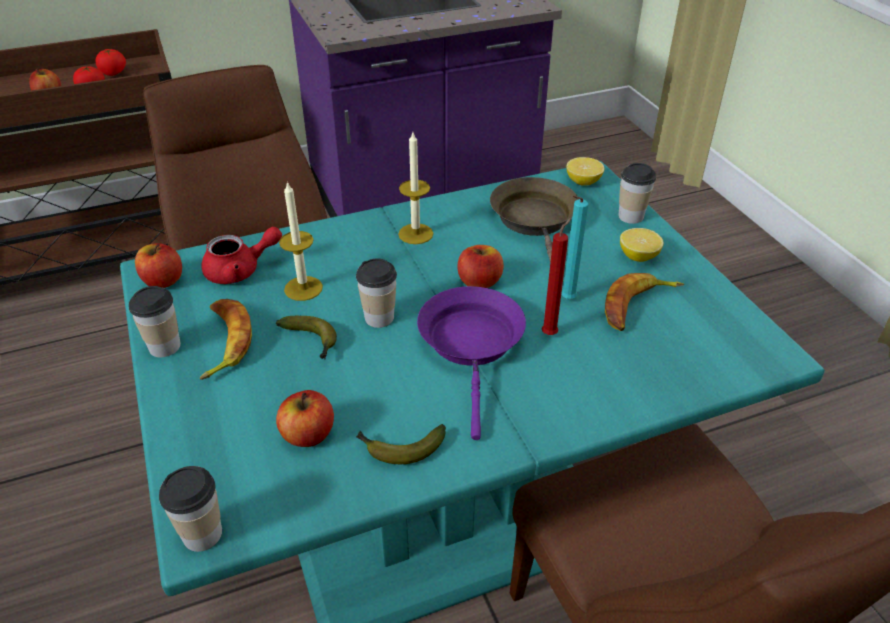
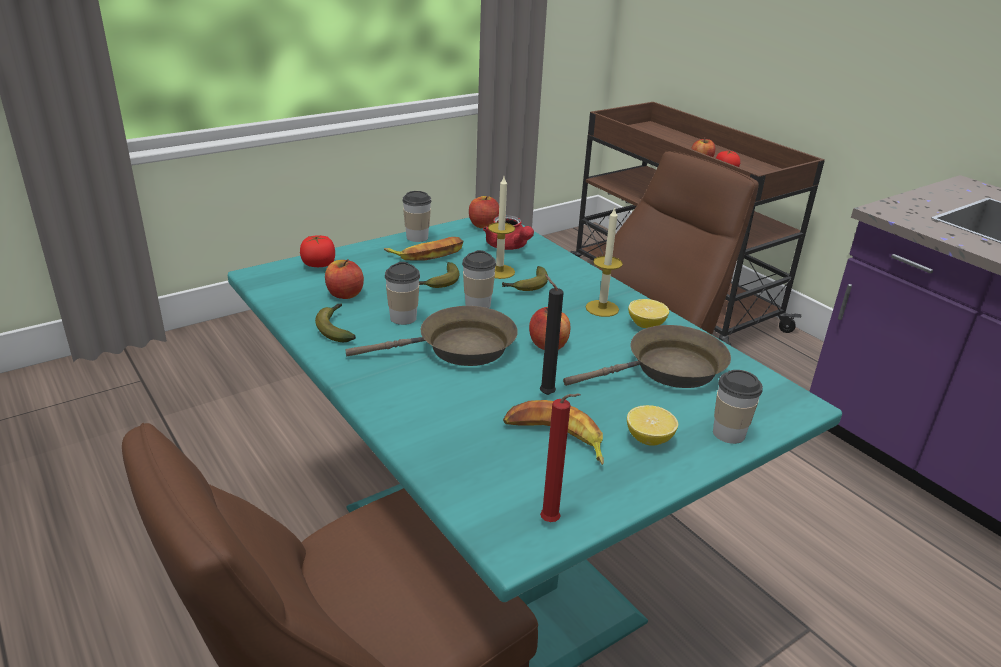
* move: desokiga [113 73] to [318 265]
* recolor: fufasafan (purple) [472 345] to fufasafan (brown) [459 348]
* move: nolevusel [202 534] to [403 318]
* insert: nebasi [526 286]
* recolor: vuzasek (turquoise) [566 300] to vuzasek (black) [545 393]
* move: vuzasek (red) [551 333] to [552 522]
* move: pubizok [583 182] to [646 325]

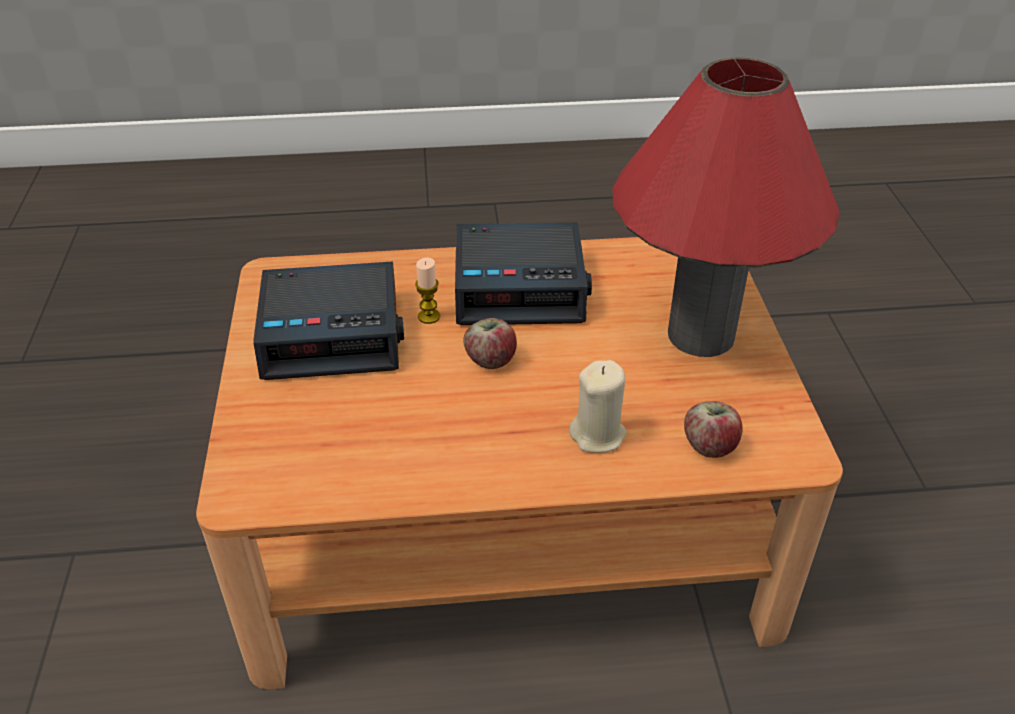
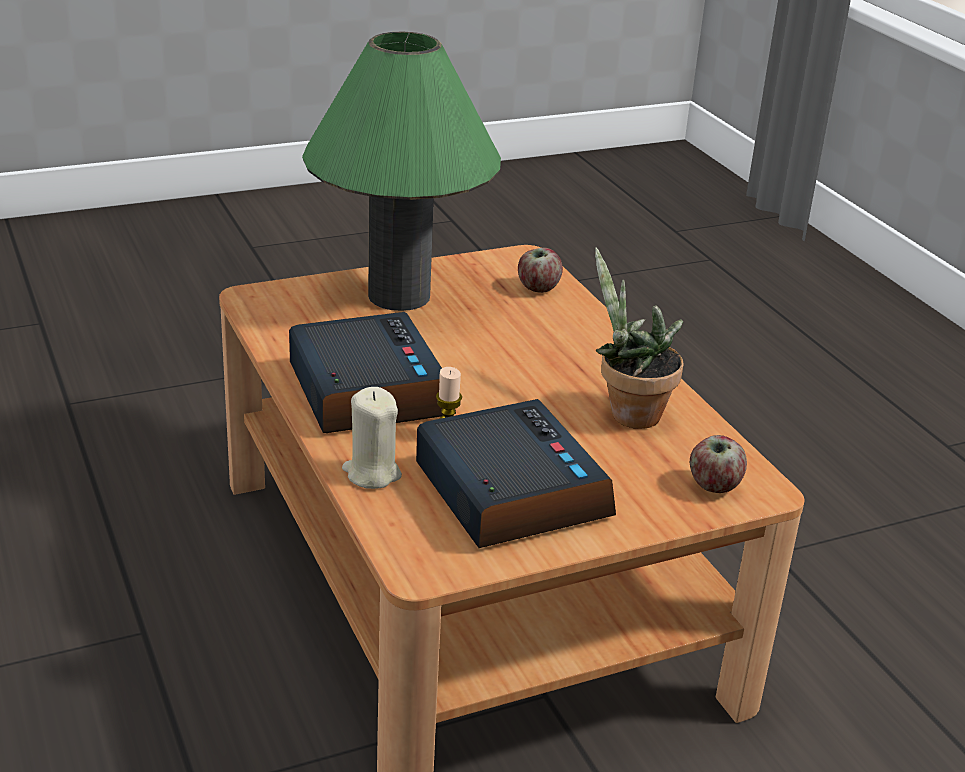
* recolor: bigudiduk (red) [701 335] to bigudiduk (green) [399 296]
* move: vuzasek (beige) [598 435] to [372 473]
* insert: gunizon [628 413]
* move: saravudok [491 360] to [714 486]

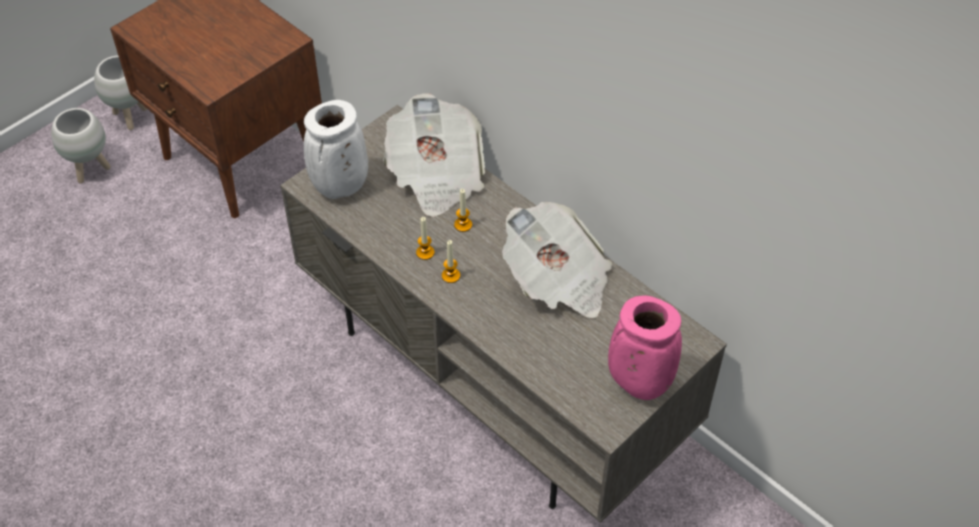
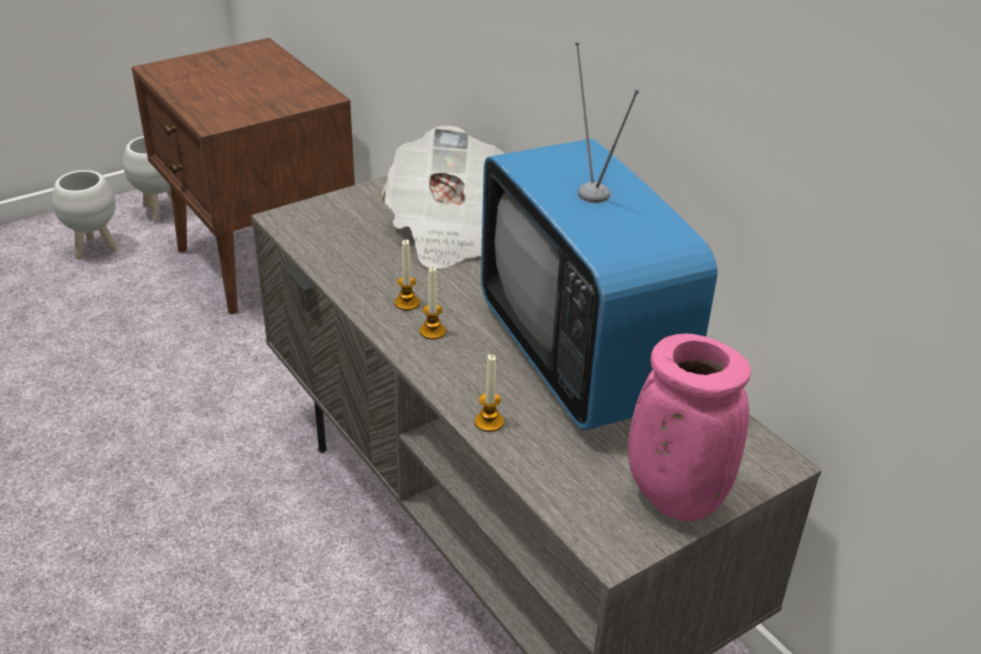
* move: vuzasek [463 225] to [489 422]
* replace: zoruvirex [557 280] to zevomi [580 357]
* delete: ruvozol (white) [340 188]

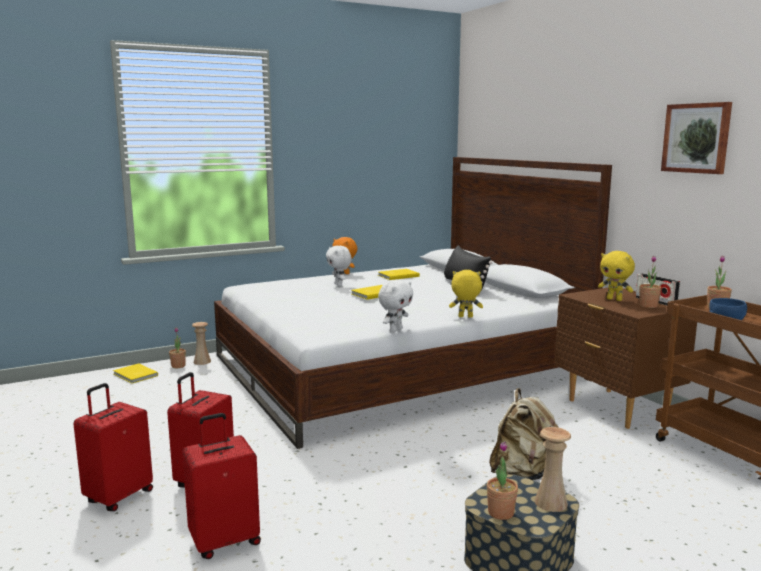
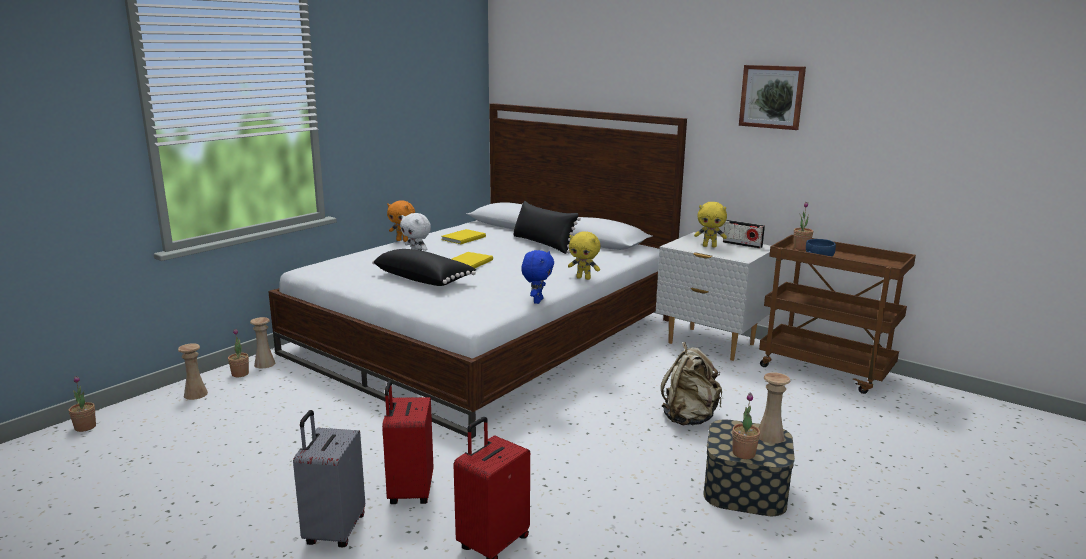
* move: gunizon [648 306] to [85 427]
* replace: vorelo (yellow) [134 375] to ruvozol (beige) [195 394]
* recolor: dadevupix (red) [118 497] to dadevupix (grey) [333 531]
* insert: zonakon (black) [424 279]
* recolor: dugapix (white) [395 330] to dugapix (blue) [537 301]
* rotate: dugapix (yellow) [465 317] = [584 278] 135 degrees counterclockwise
* recolor: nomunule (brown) [616 408] to nomunule (white) [710 344]

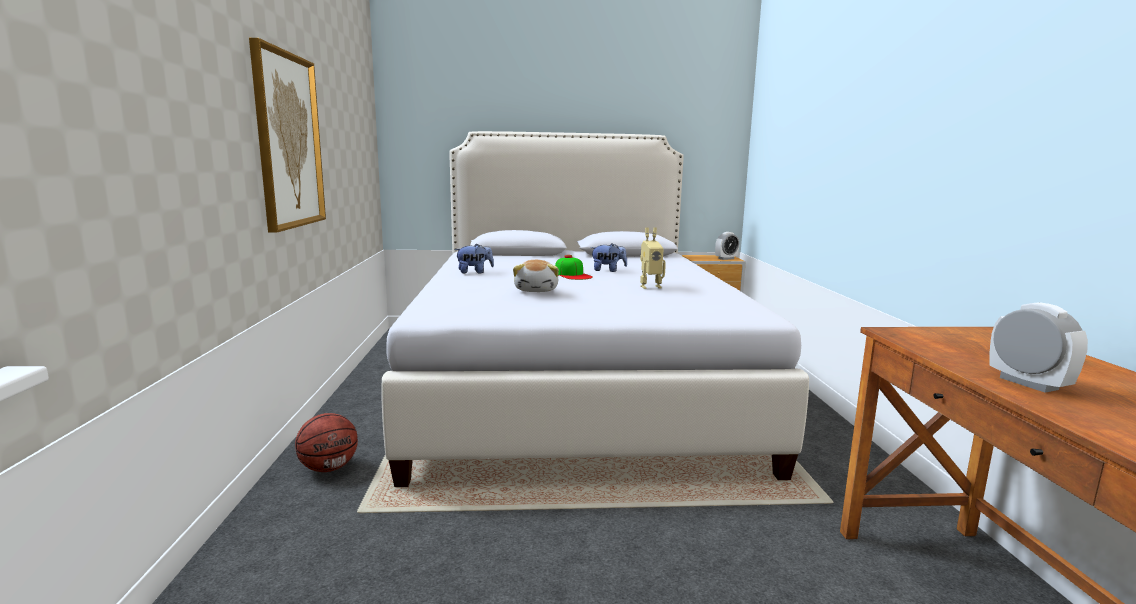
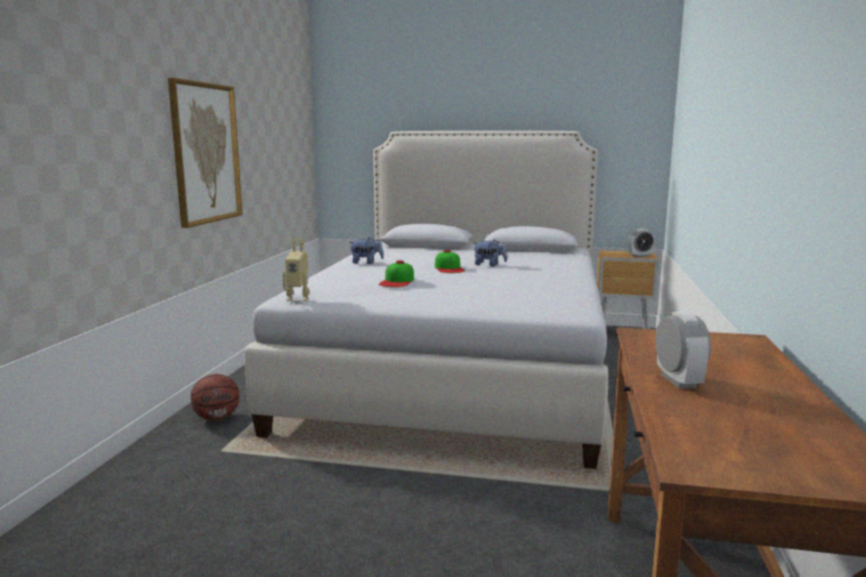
* move: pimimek [649 286] to [299 298]
* replace: dugapix [537 290] to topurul [397 281]

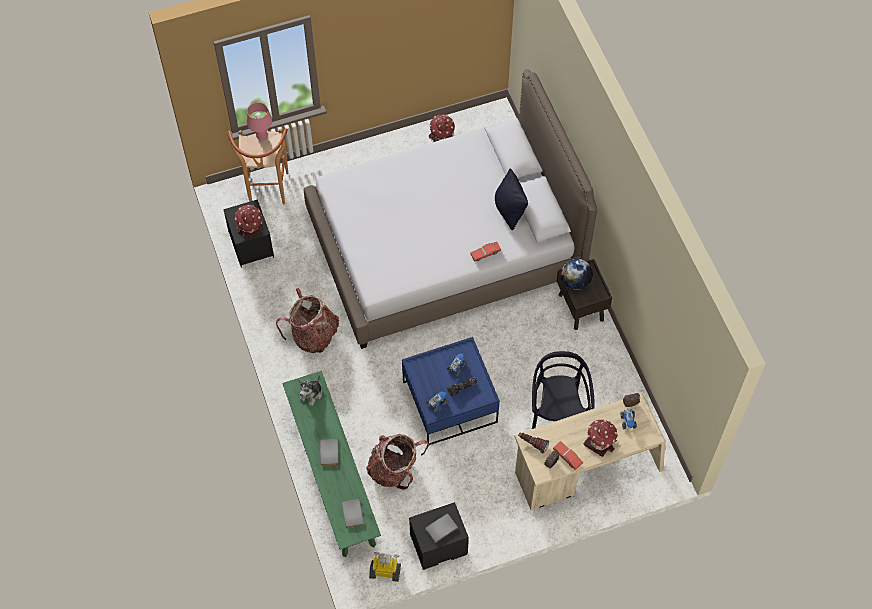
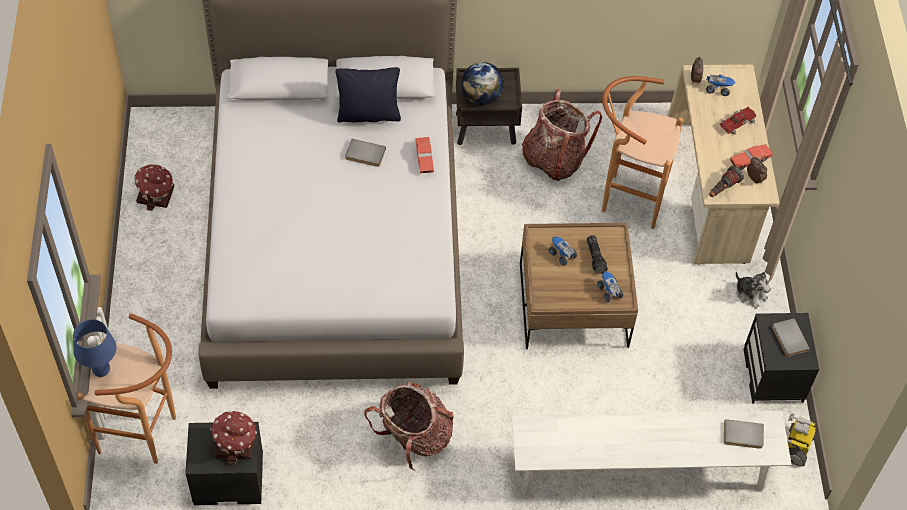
* recolor: bigudiduk (pink) [261 136] to bigudiduk (blue) [101 371]
* move: vorelo (grey) [328 452] to [365 155]
* recolor: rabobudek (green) [333 475] to rabobudek (white) [641 471]
* recolor: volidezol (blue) [449 402] to volidezol (brown) [573 305]
* move: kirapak [394 469] to [554 158]
* replace: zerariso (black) [557 414] to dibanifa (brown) [626 198]
* replace: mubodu [600 441] to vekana [737 123]
* move: dugapix [311 394] to [750 294]

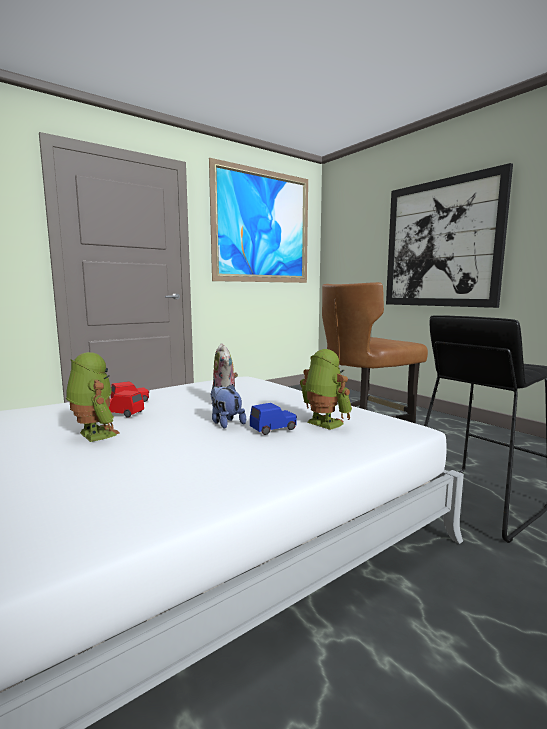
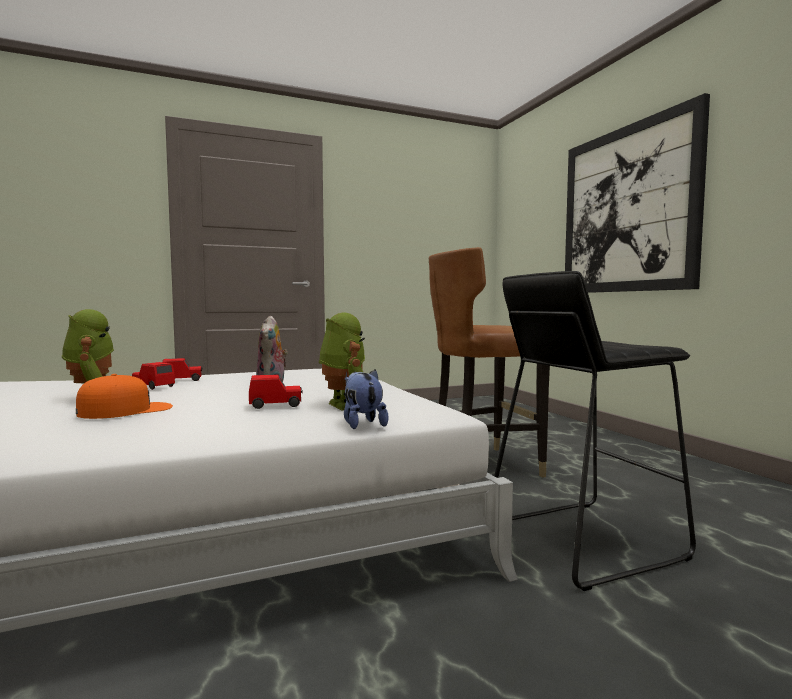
* insert: topurul (orange) [126 410]
* recolor: vekana (blue) [273 429] to vekana (red) [276 405]
* move: dugapix [225 423] to [362 424]
* delete: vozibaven [262 227]

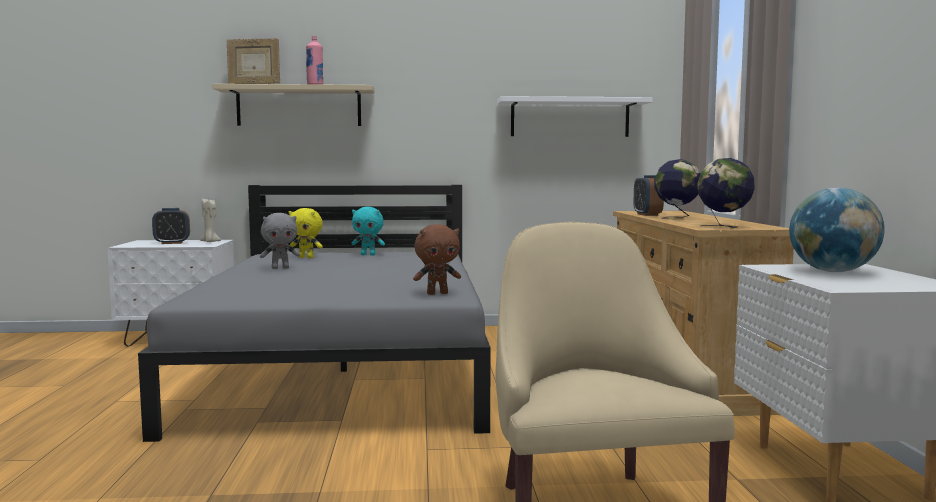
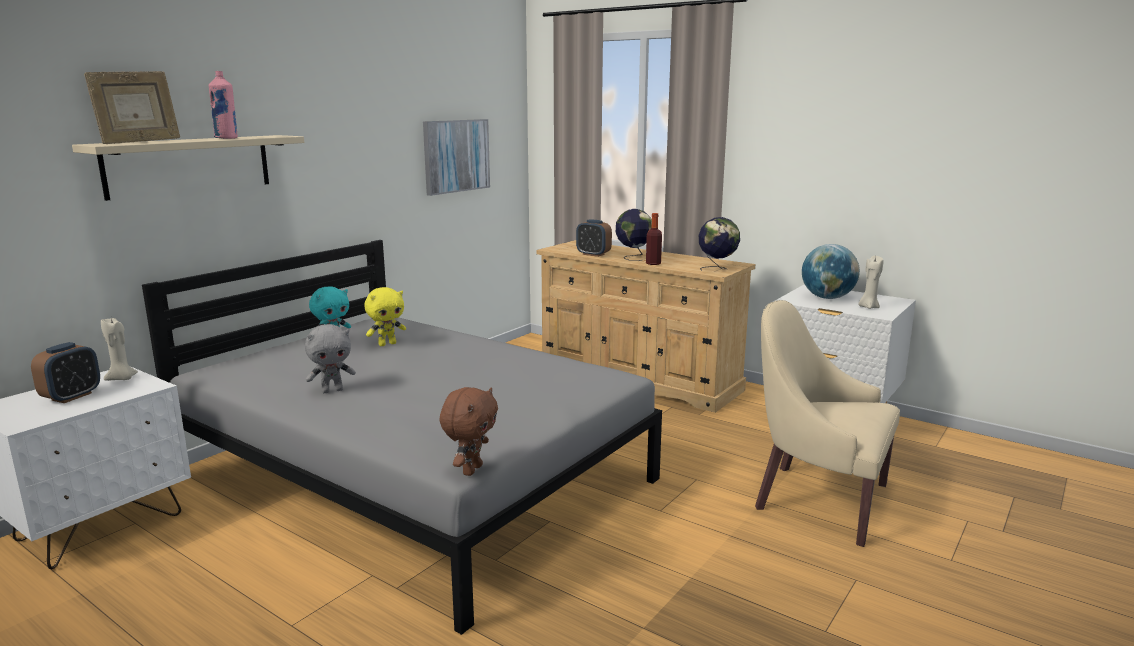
* rotate: dugapix (grey) [280 268] = [332 390] 45 degrees clockwise
* move: dugapix (yellow) [306 257] to [387 344]
* replace: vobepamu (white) [570 118] to vozibaven [456 156]
* move: dugapix (brown) [437 293] to [471 470]
* insert: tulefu [653 263]
* insert: vuzasek (beige) [868 307]

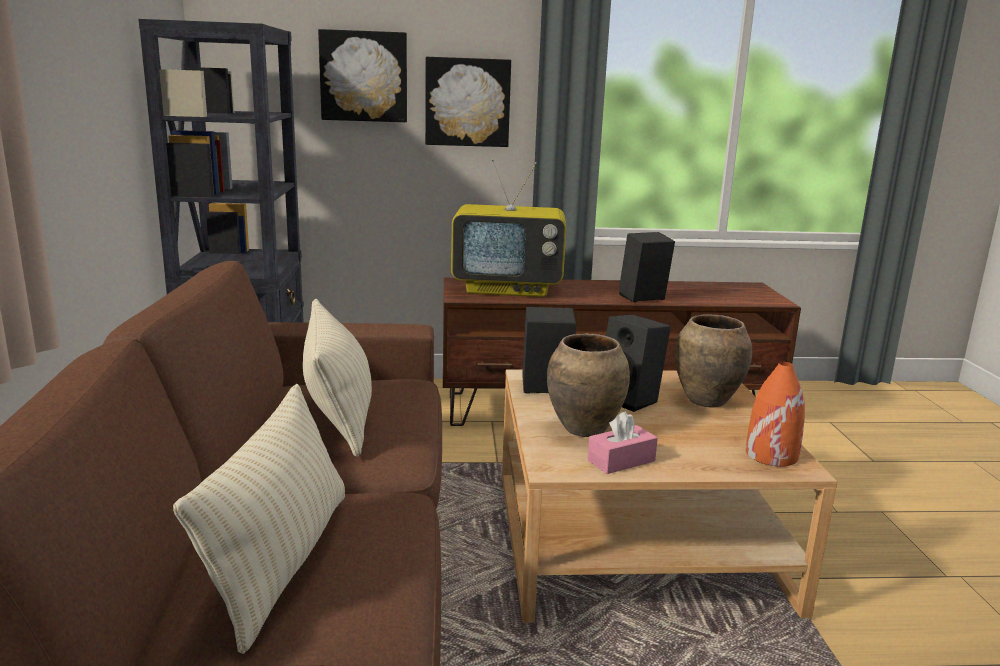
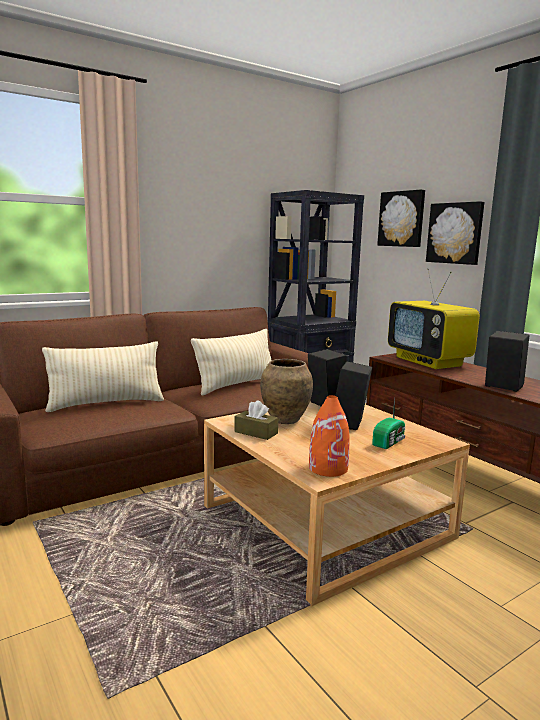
* recolor: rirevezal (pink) [621 461] to rirevezal (brown) [256 432]
* replace: ruvozol (brown) [705 400] to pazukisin [389 442]

